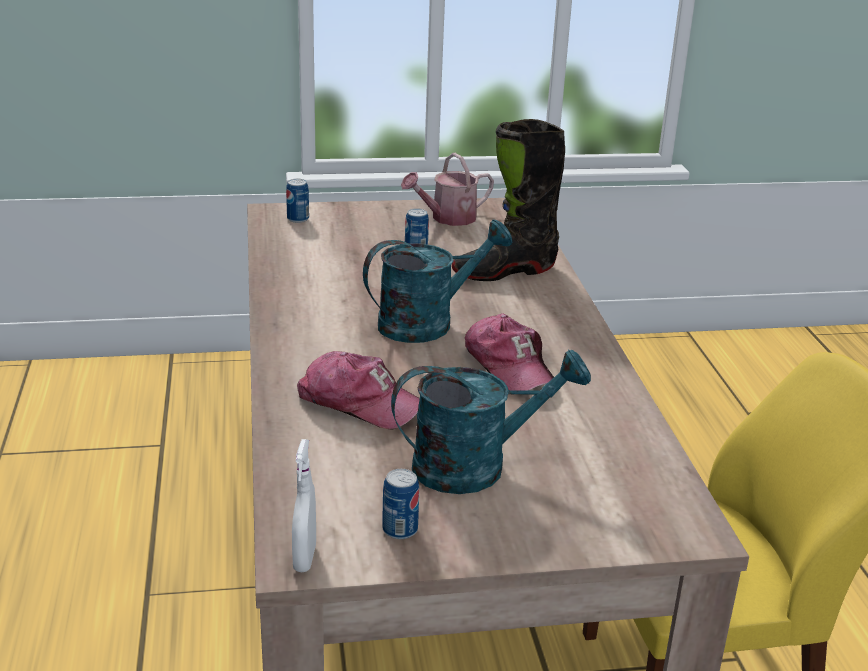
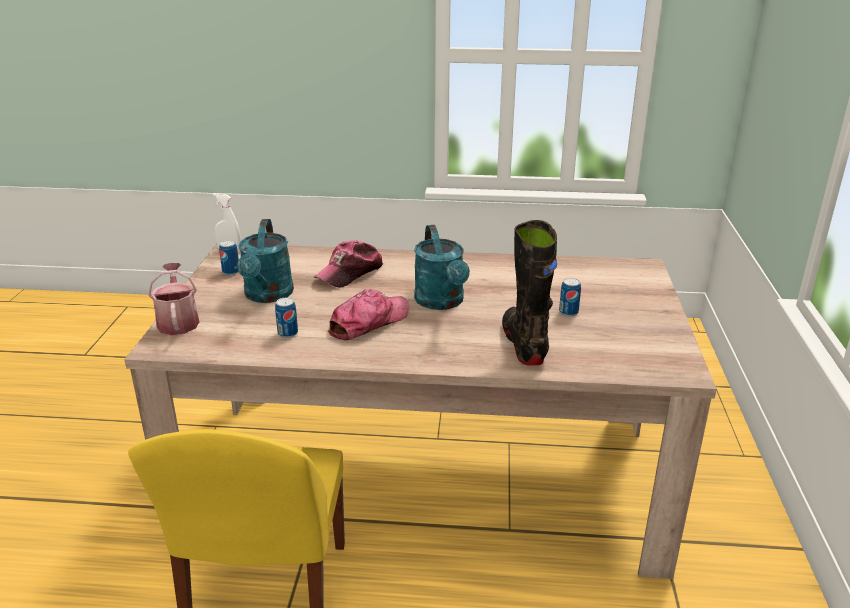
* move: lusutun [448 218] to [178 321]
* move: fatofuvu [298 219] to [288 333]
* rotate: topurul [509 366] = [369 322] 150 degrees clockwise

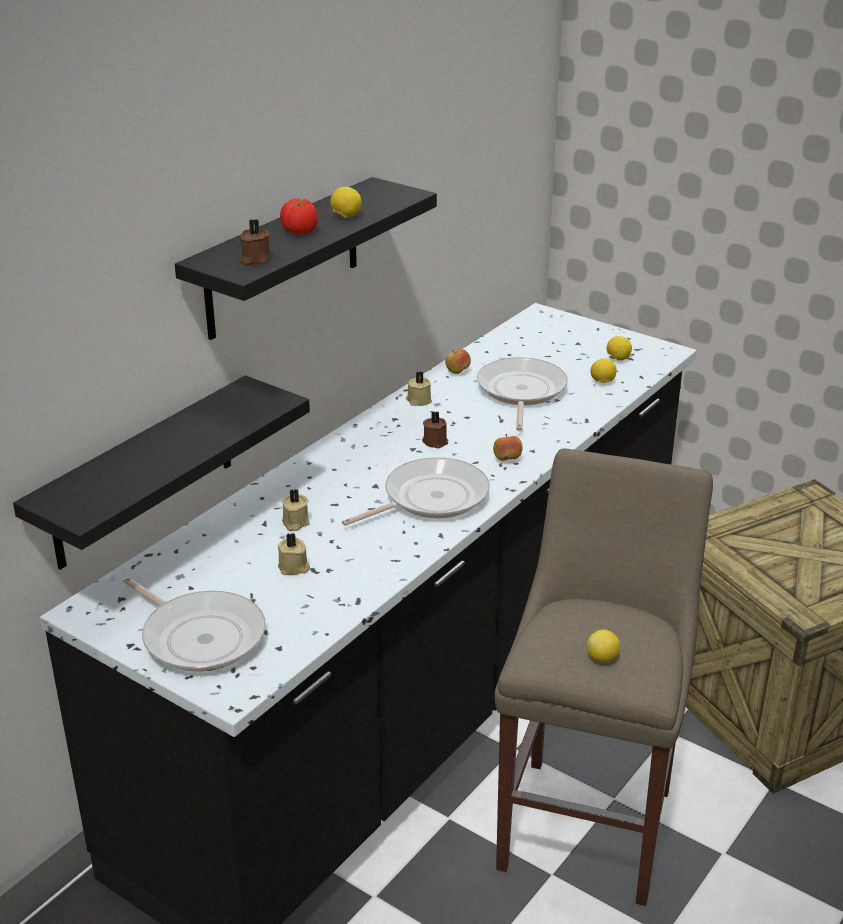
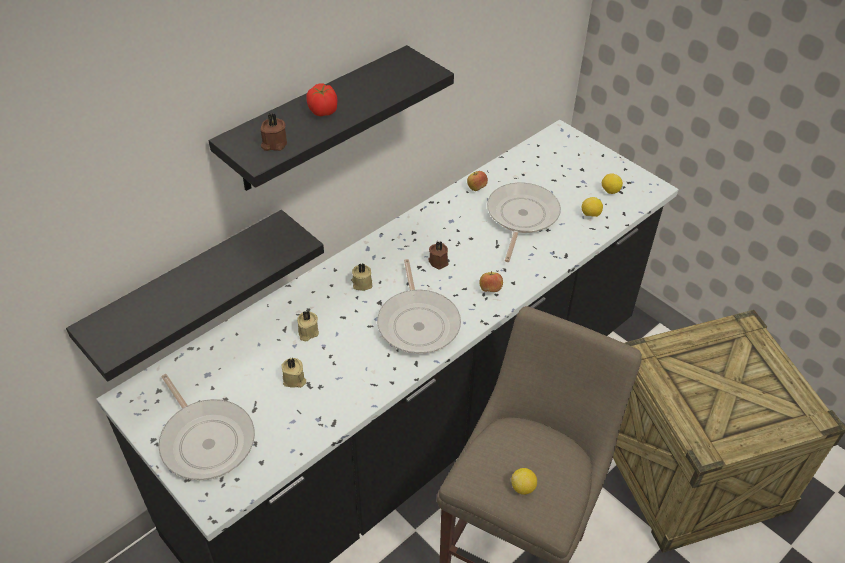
* move: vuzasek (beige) [418 400] to [361 283]
* rotate: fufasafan [430 498] = [418 322] 105 degrees clockwise
* delete: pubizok [346 217]

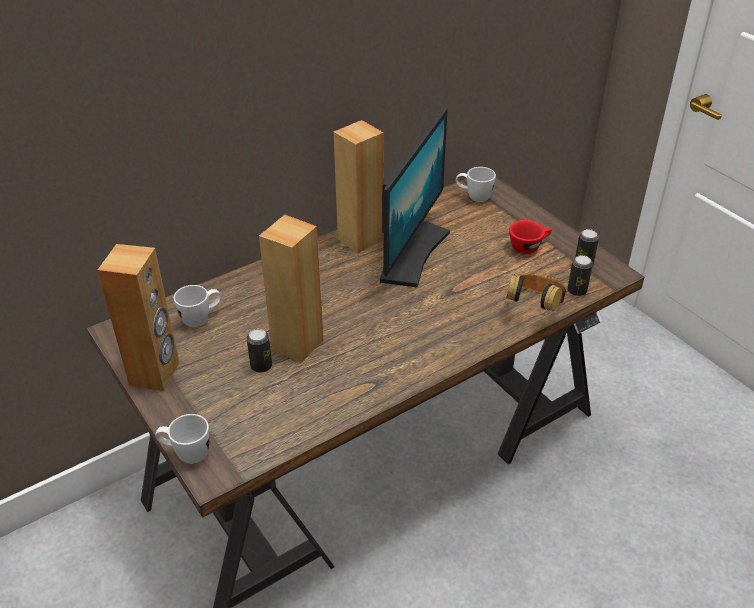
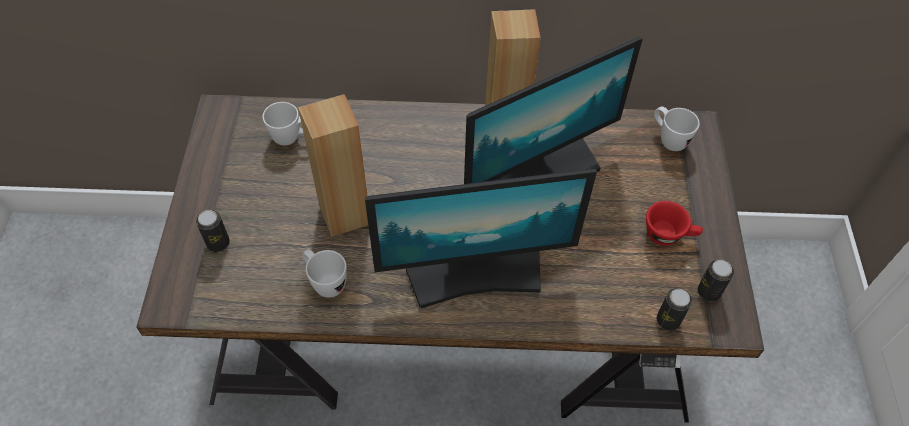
* move: fatofuvu [261 366] to [218 243]
* move: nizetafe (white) [186 454] to [325 282]
* insert: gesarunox [475 273]
* delete: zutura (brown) [155 373]
* delete: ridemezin [535 307]

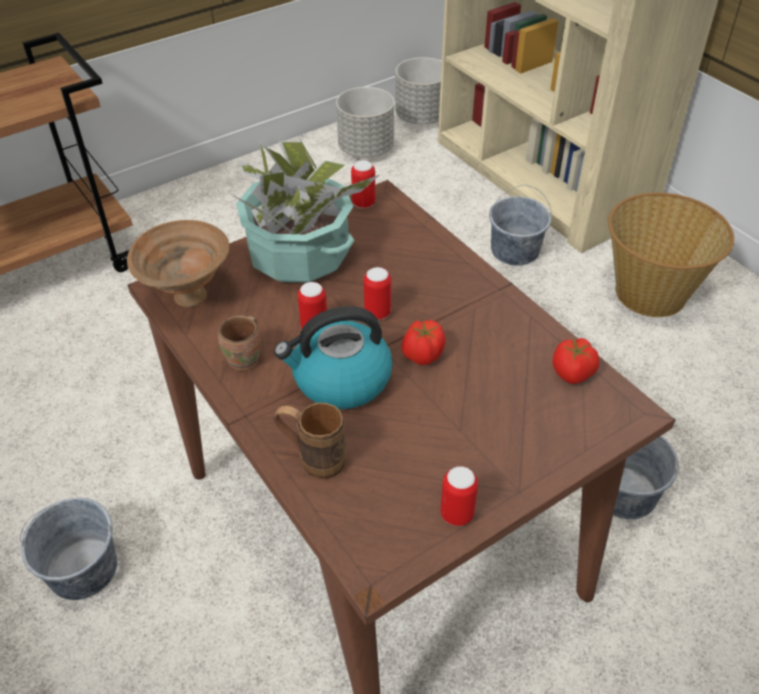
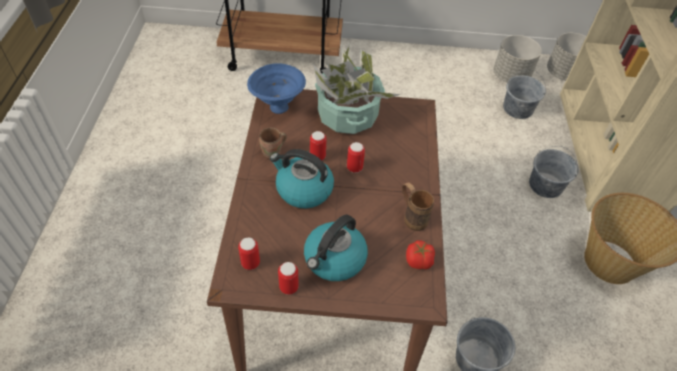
* move: fatofuvu [363 203] to [250 263]
* recolor: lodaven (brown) [188 298] to lodaven (blue) [277 108]
* insert: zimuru [334 260]
* move: nizetafe (brown) [312 459] to [411 217]
* move: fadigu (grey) [82 569] to [517 108]
* delete: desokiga [422 355]

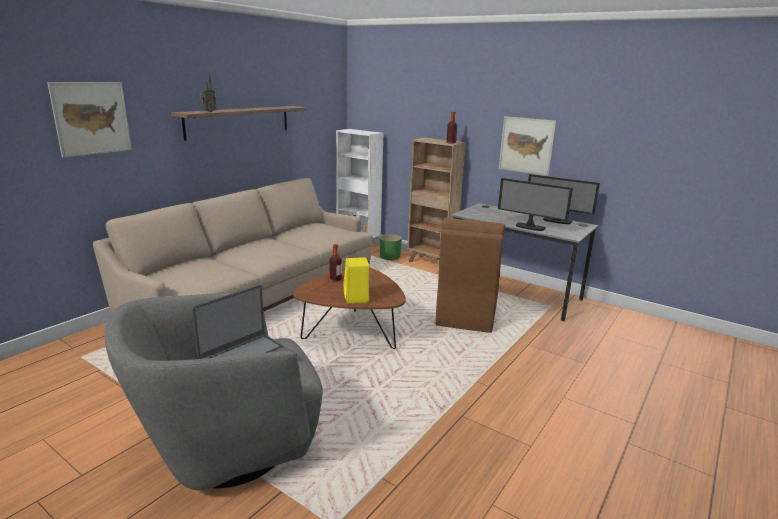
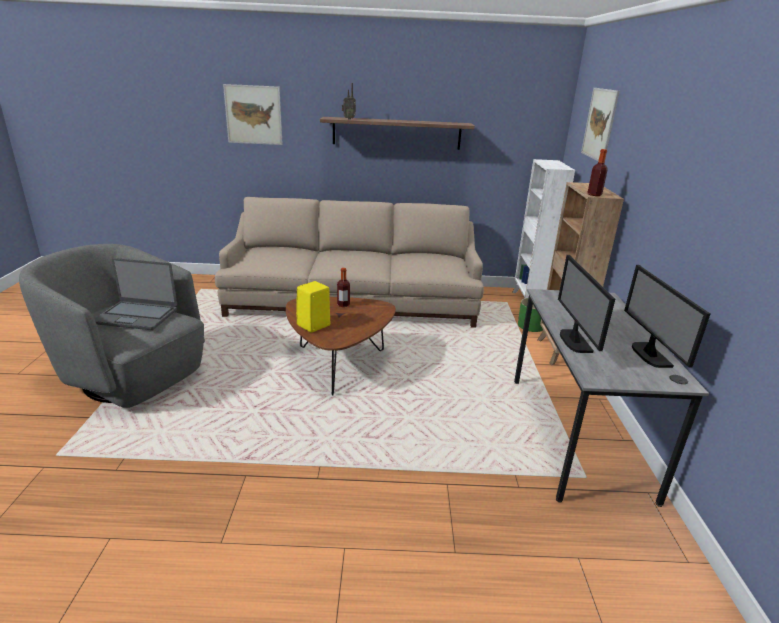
* move: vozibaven [526 145] to [599 124]
* delete: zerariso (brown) [465 315]

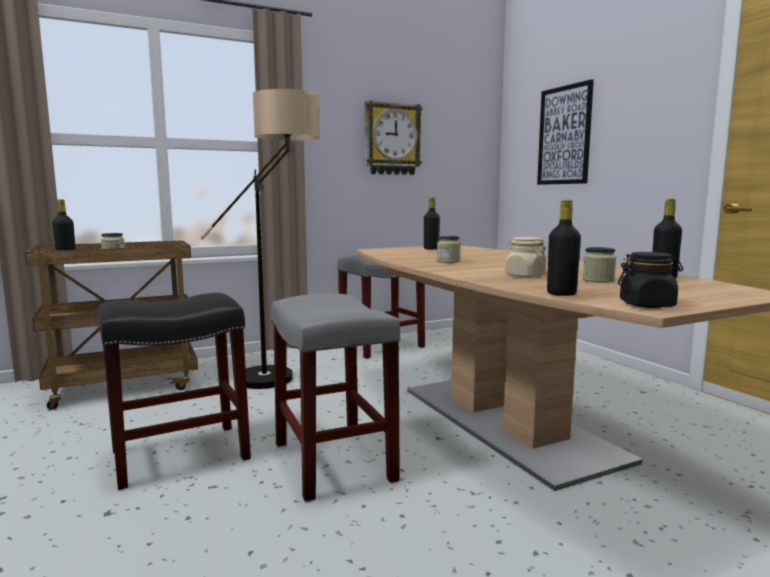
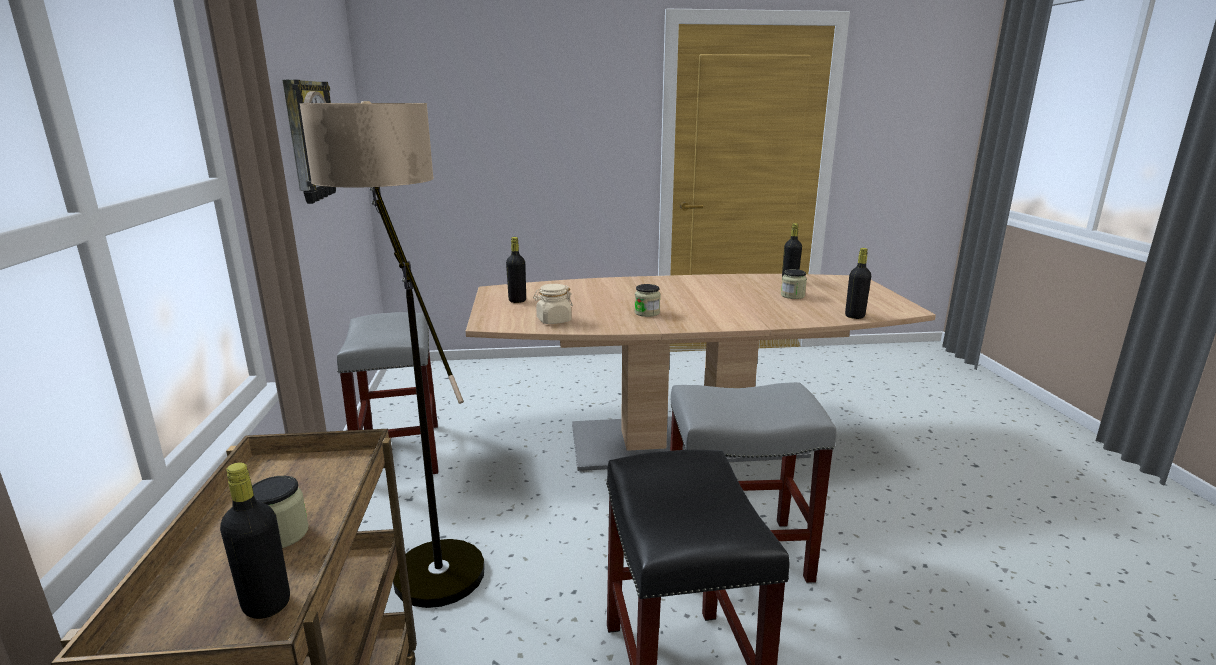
* move: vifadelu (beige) [524 275] to [553 320]
* delete: vozibaven [564 135]
* delete: vifadelu (black) [647 305]

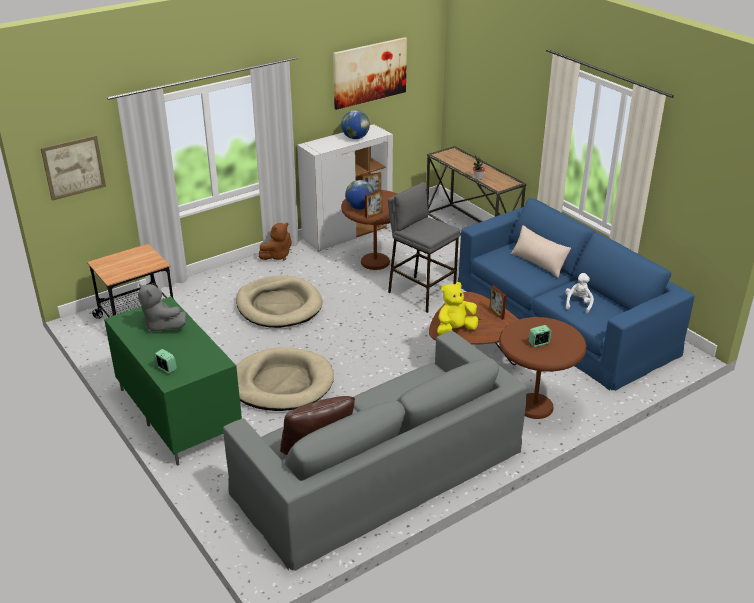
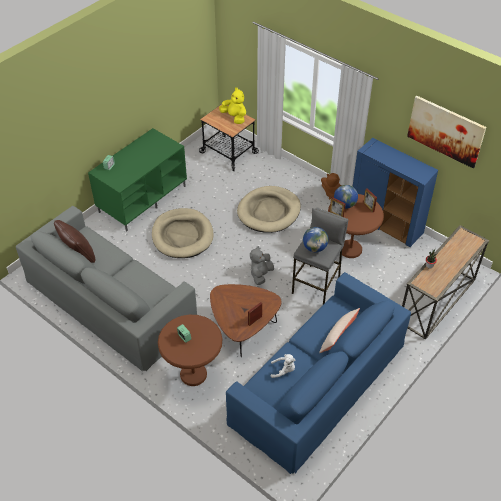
* move: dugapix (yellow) [455 330] to [234 117]
* move: dugapix (grey) [161 326] to [261 274]
* move: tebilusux [355 138] to [314 248]
* recolor: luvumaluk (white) [347 234] to luvumaluk (blue) [386 224]
* delete: vozibaven [73 167]

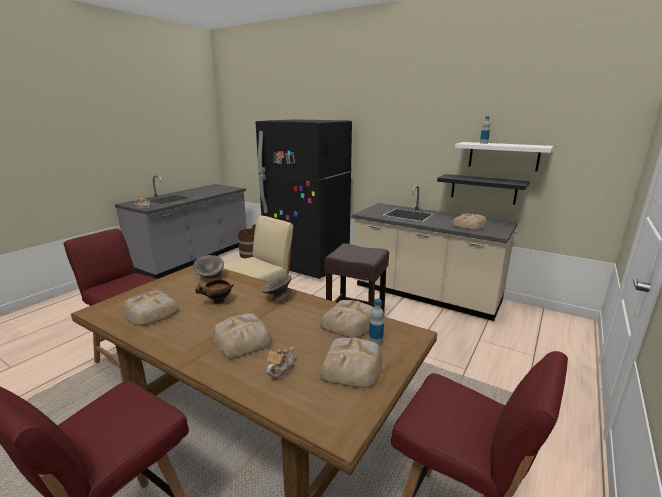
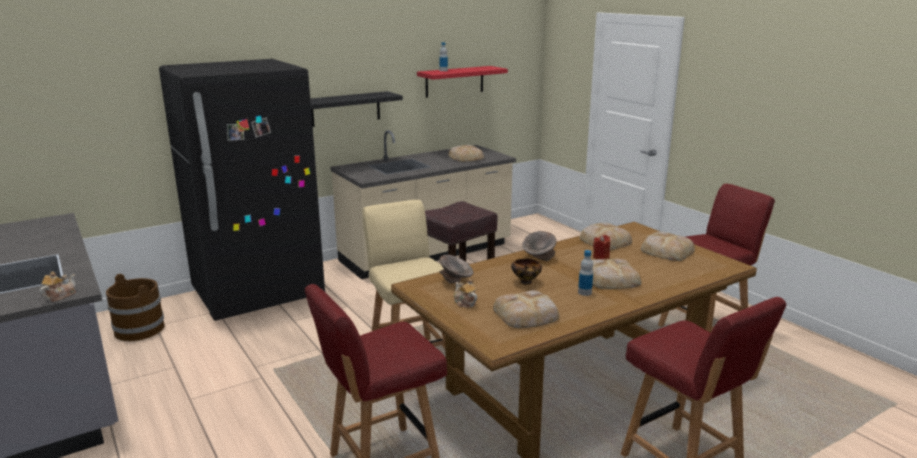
* move: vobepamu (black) [483 189] to [345 109]
* recolor: vobepamu (white) [503 156] to vobepamu (red) [454 81]
* move: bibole [280 371] to [464 303]
* move: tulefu [375 341] to [584 292]
* insert: vuzasek (red) [601 257]

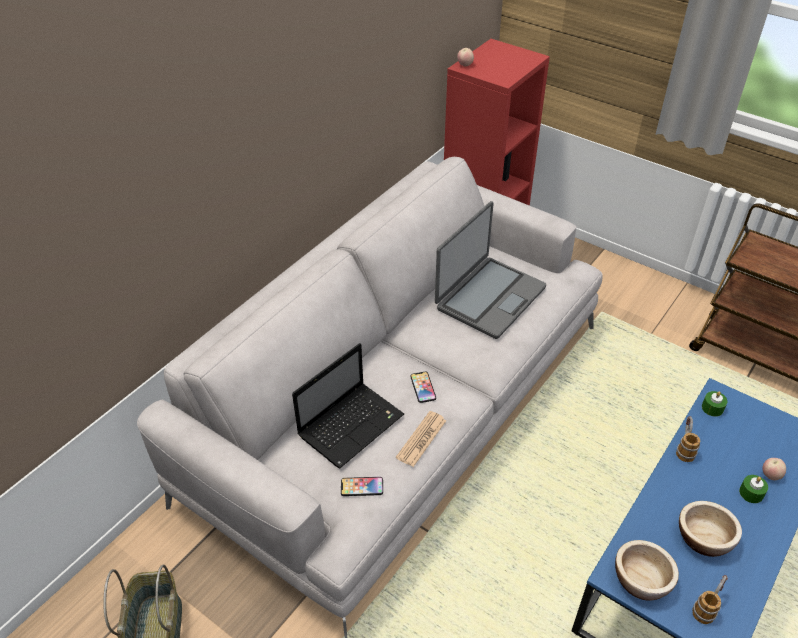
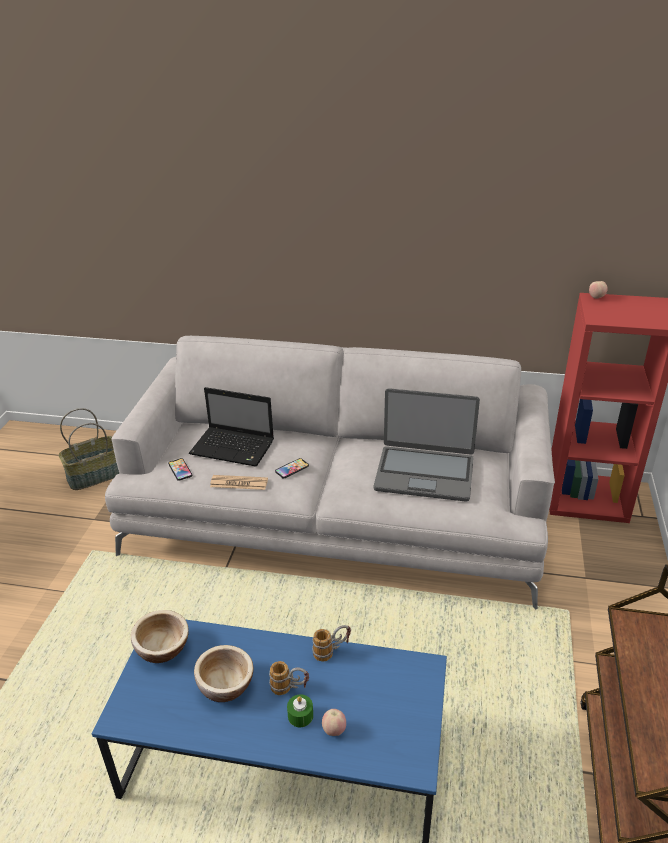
* move: nizetafe [707 606] to [290 688]
* delete: vuzasek (green) [712 408]

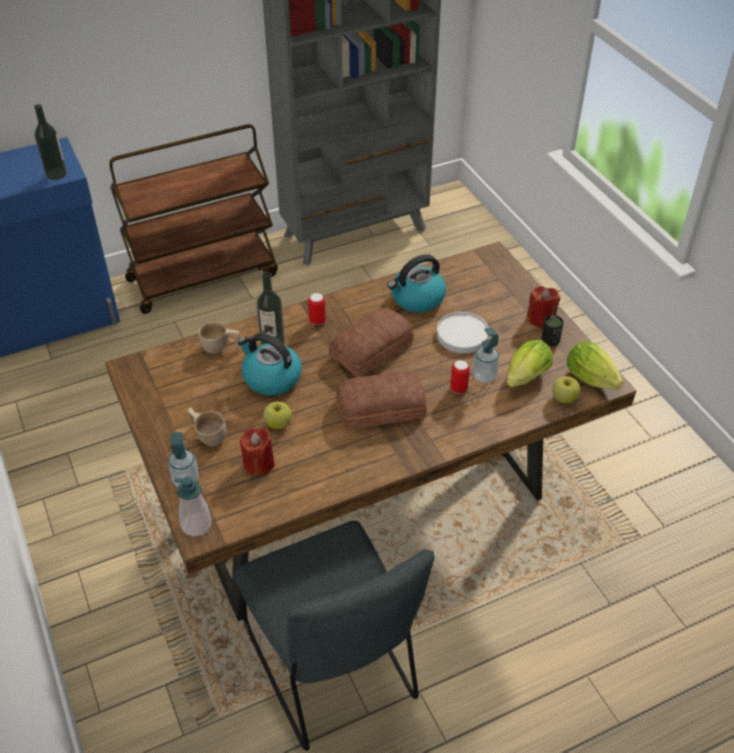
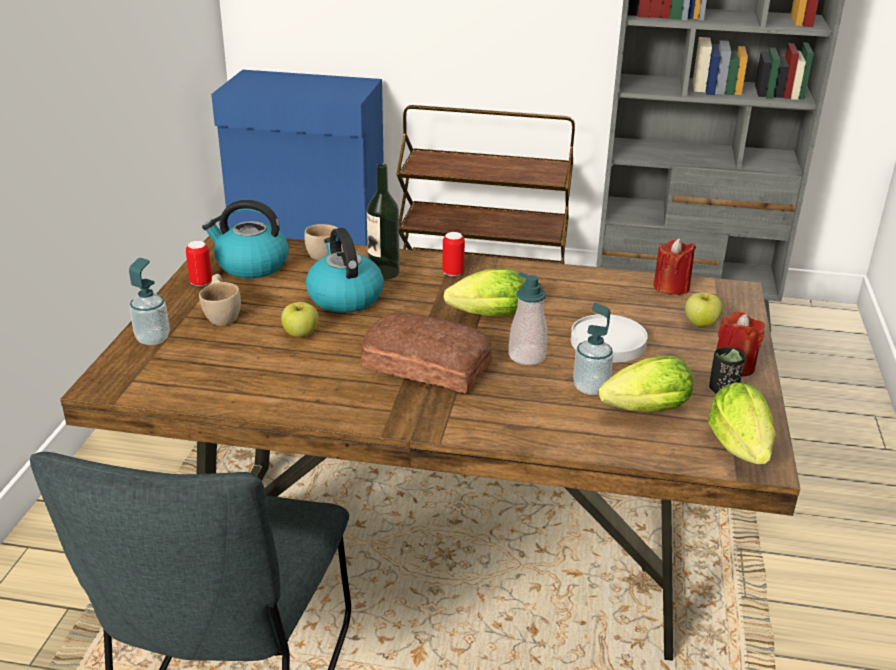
* move: fatofuvu [458 388] to [201 283]
* move: zimuru [417 299] to [251 265]
* replace: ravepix [373 349] to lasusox [484 316]
* move: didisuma [196 525] to [527 356]
* move: vuzasek (red) [258 463] to [671 287]
* move: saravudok [563 398] to [701 323]
* delete: tulefu [56 174]

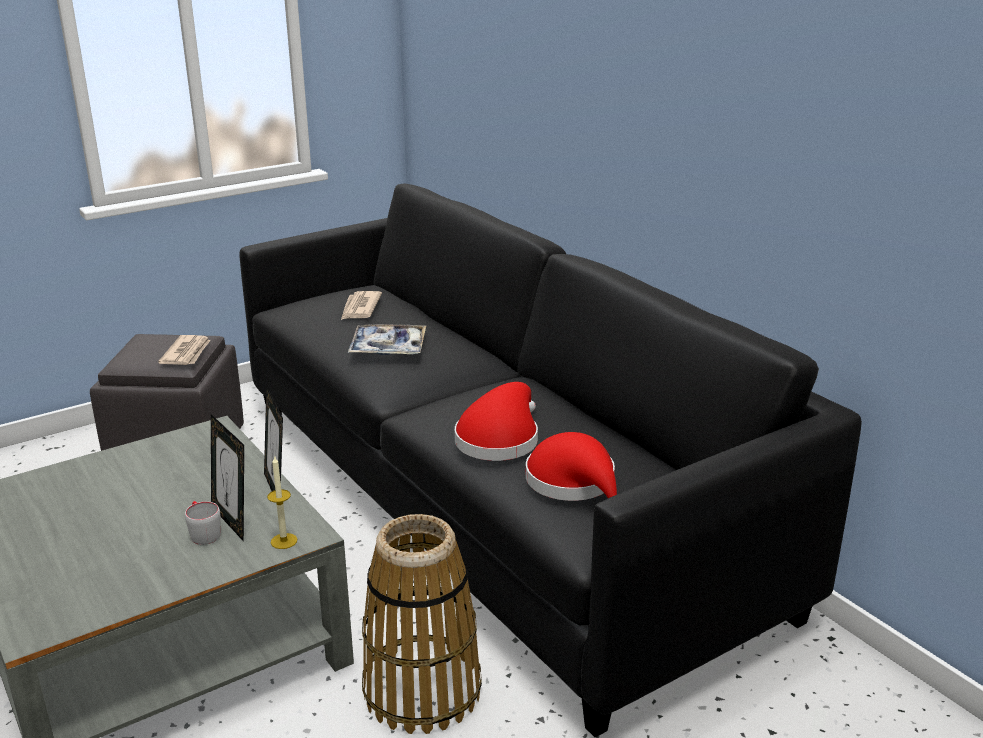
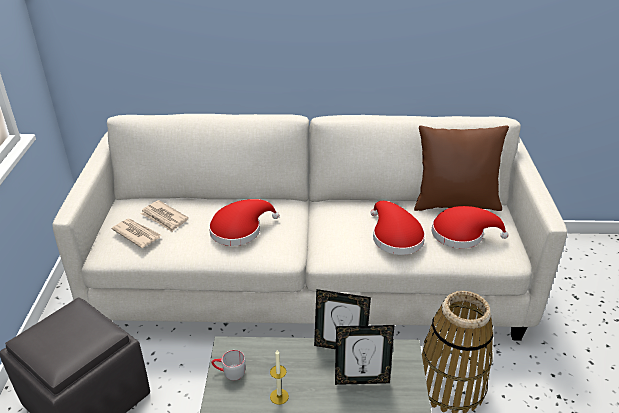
* recolor: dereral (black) [494 501] to dereral (white) [310 282]
* move: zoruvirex [187 353] to [137 234]
* replace: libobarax [388 348] to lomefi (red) [239 230]
* move: nizetafe (grey) [203 533] to [229 372]
* move: vuzasek [284 541] to [279 396]
* insert: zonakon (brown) [455 203]

